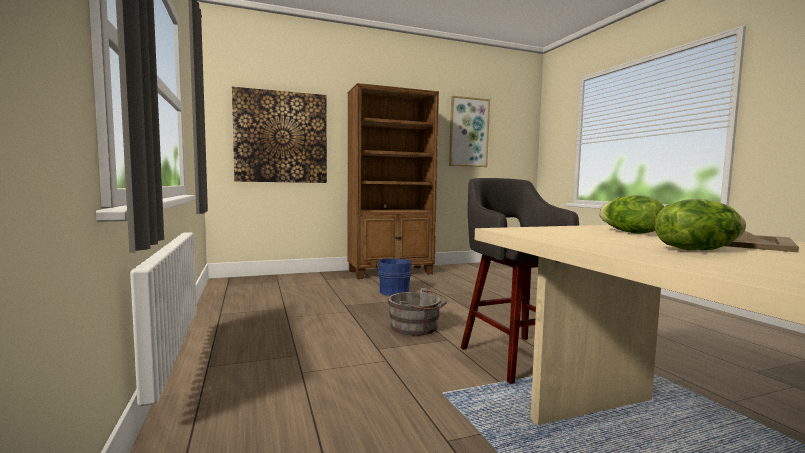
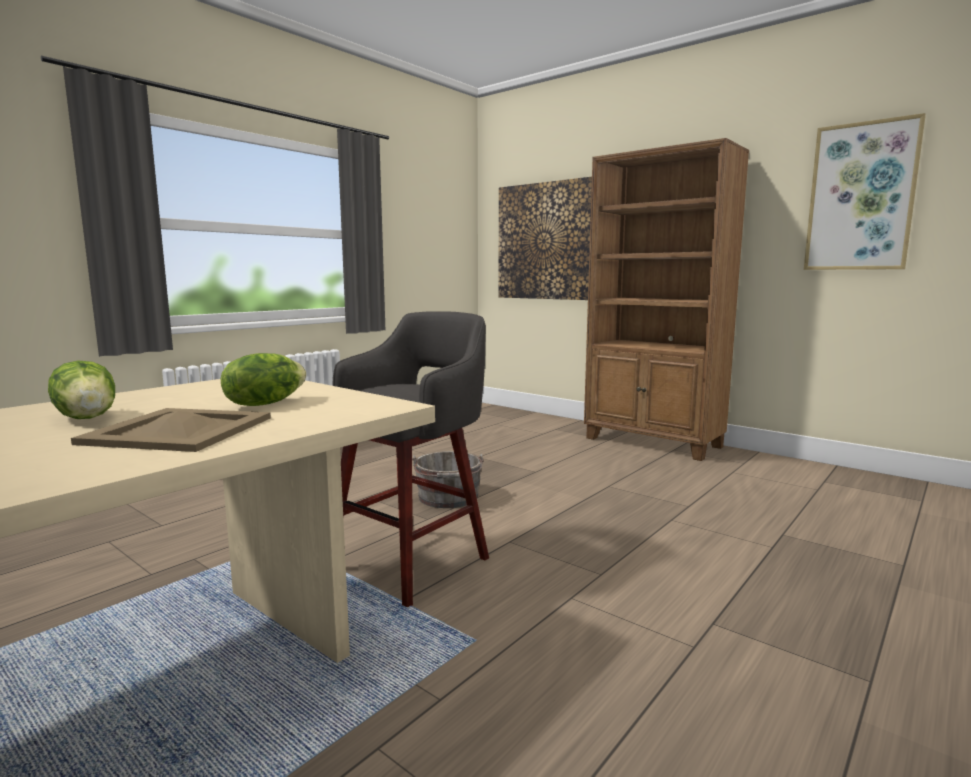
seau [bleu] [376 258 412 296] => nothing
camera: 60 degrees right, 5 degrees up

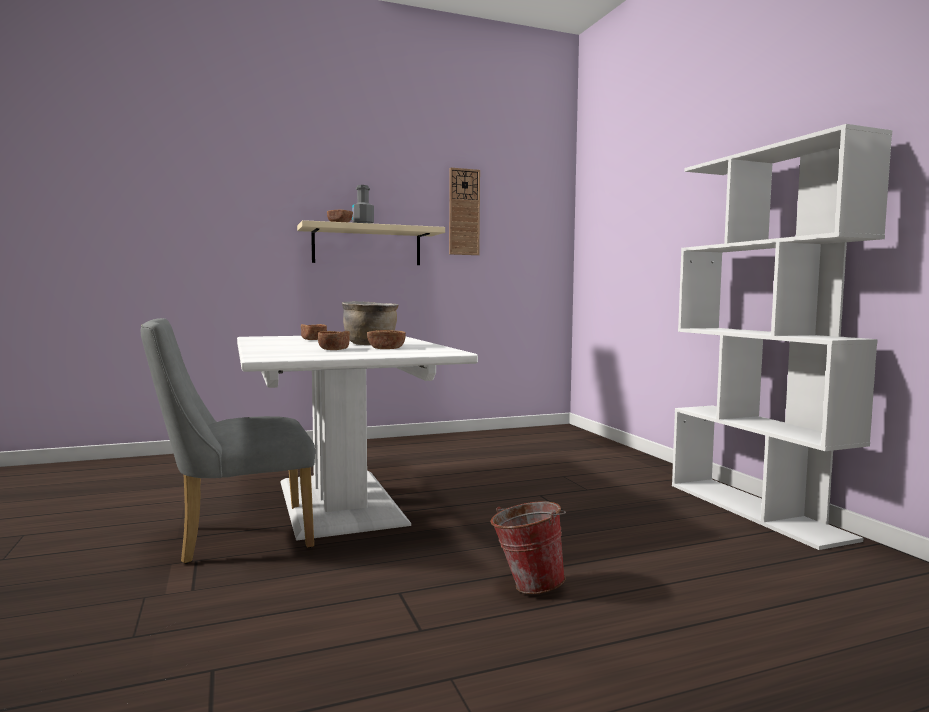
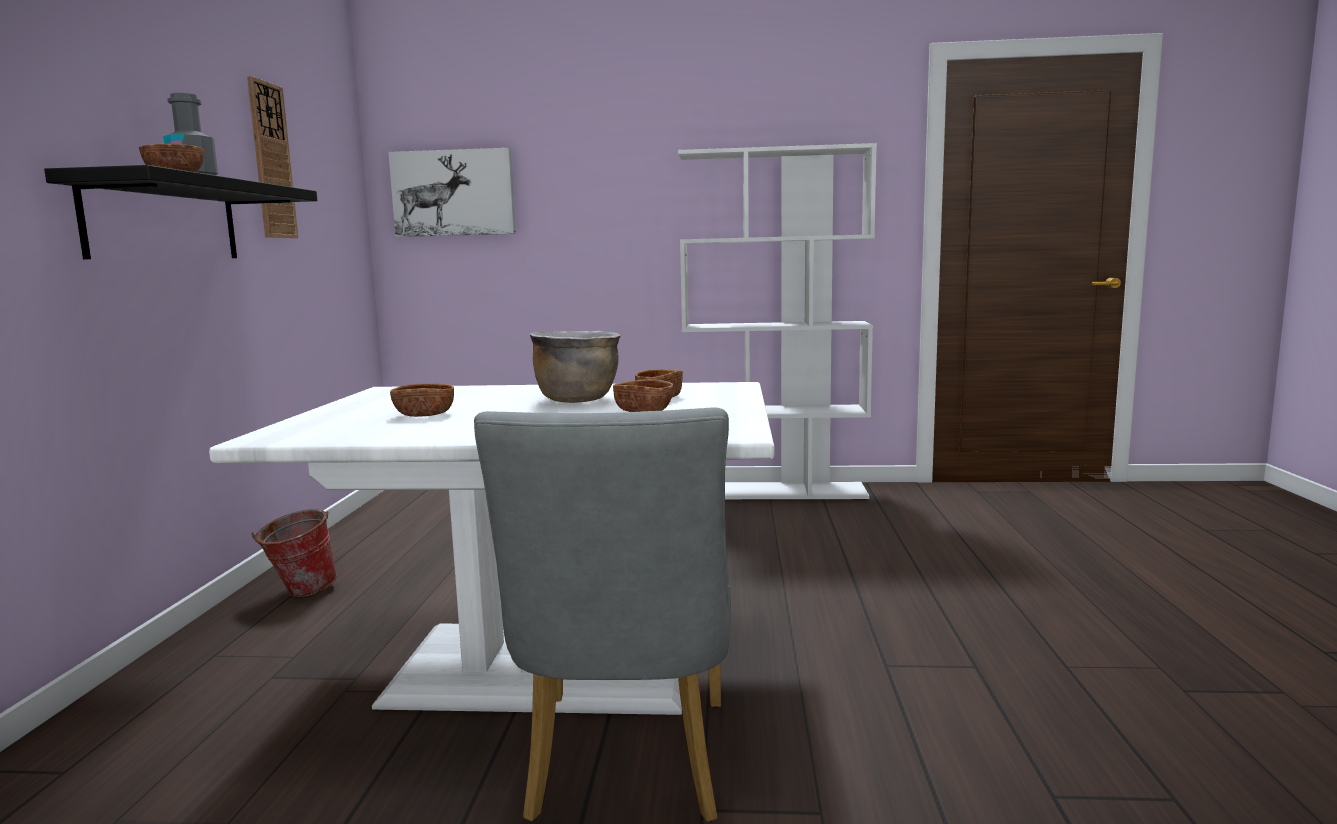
étagère [beige] [297 220 445 265] => étagère [noir] [44 165 317 259]
seau [490 501 566 594] => seau [251 509 337 597], move
nothing => tableau [388 148 516 237]
camera: 65 degrees left, 5 degrees up

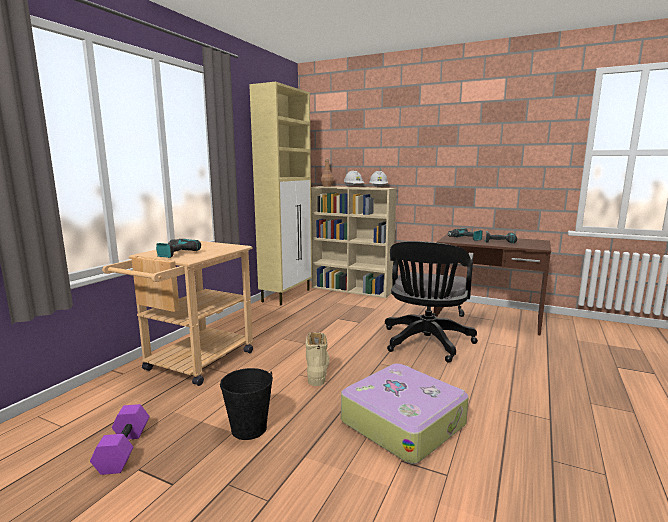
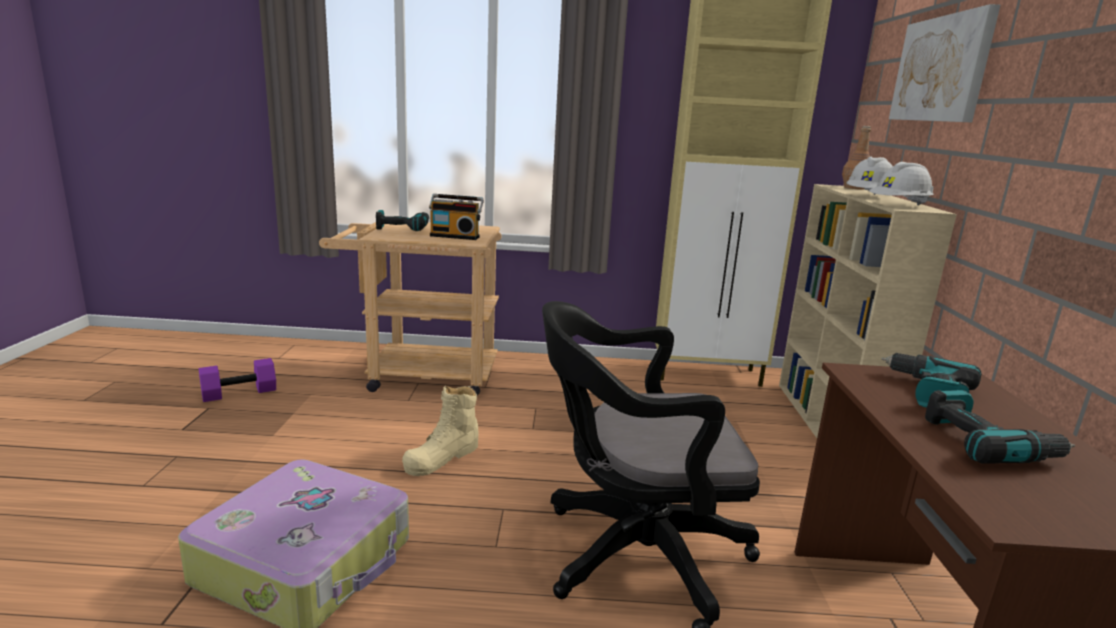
botte [beige] [305 332 329 386] => botte [beige] [402 386 479 476], 150 degrees clockwise
seau [noir] [220 368 273 440] => nothing
nothing => tableau [889 4 1000 122]
nothing => radio [429 194 484 240]
camera: 65 degrees right, 5 degrees up

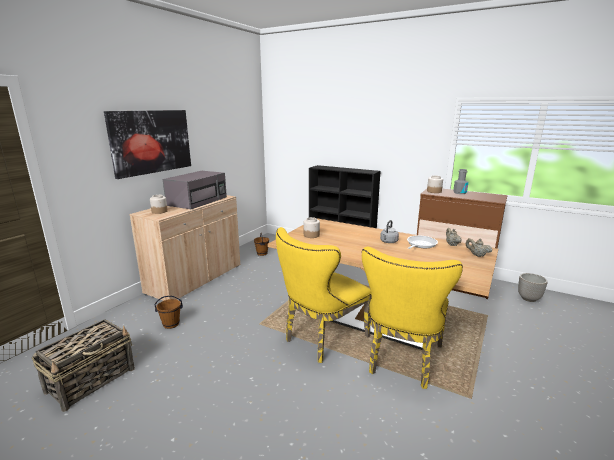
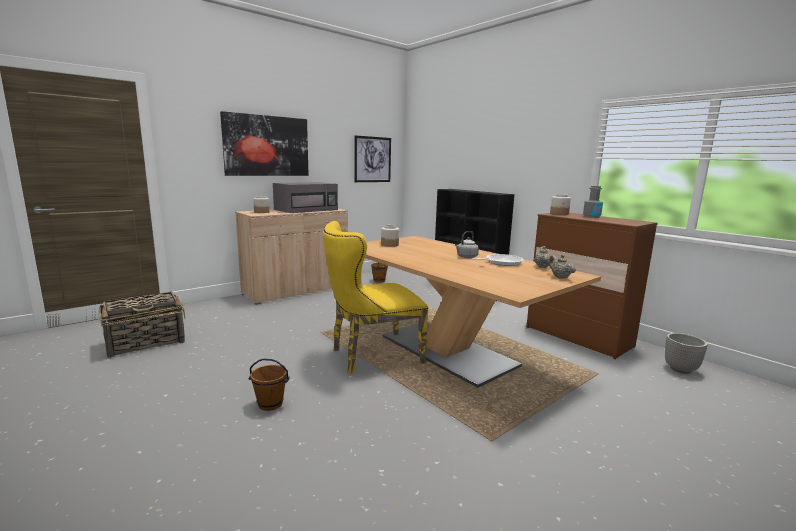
chaise [jaune] [362 247 463 389] => nothing
seau [marron] [154 296 183 329] => seau [marron] [248 359 290 411], move
nothing => tableau [354 135 391 182]
camera: 20 degrees right, 5 degrees down

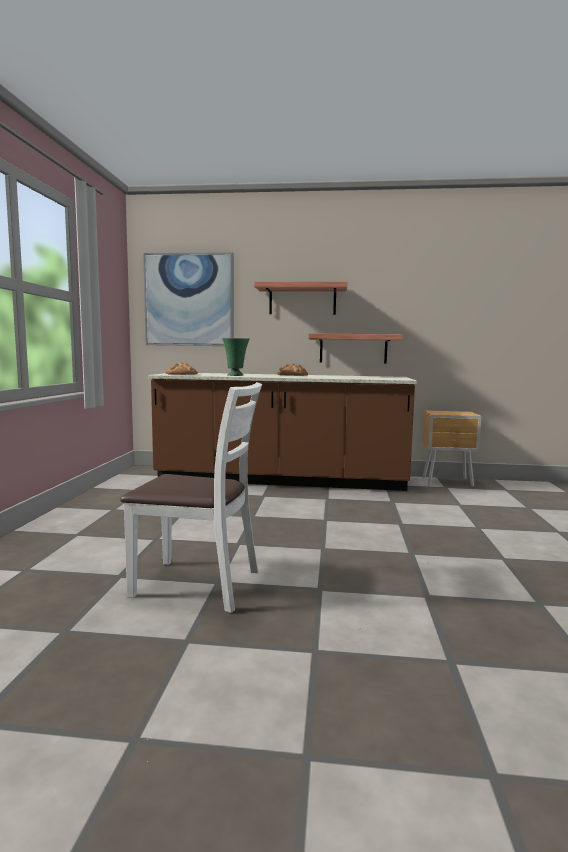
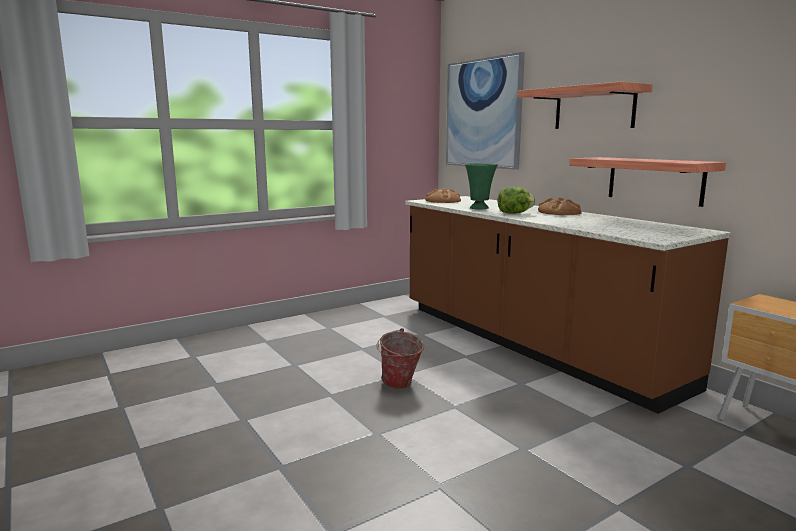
chaise [blanc] [120 382 262 613] => nothing
nothing => laitue [498 187 535 214]
nothing => seau [376 328 424 389]
camera: 50 degrees right, 5 degrees up

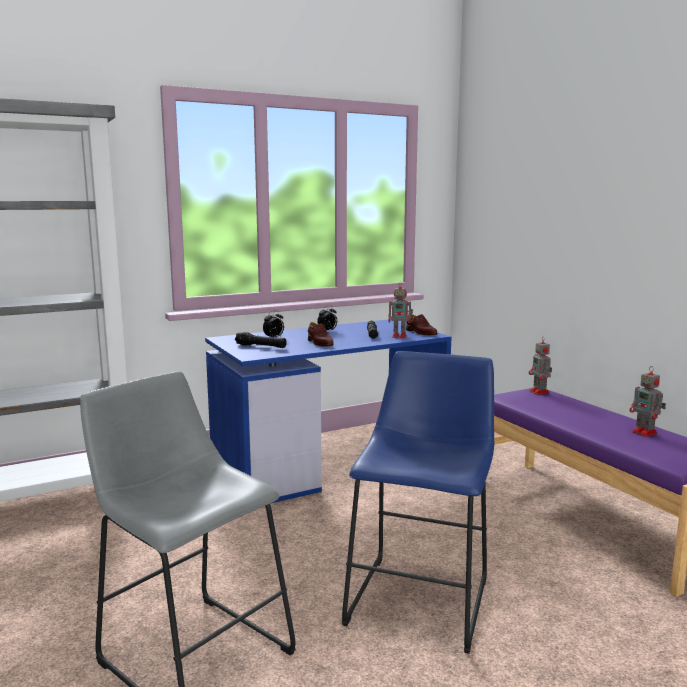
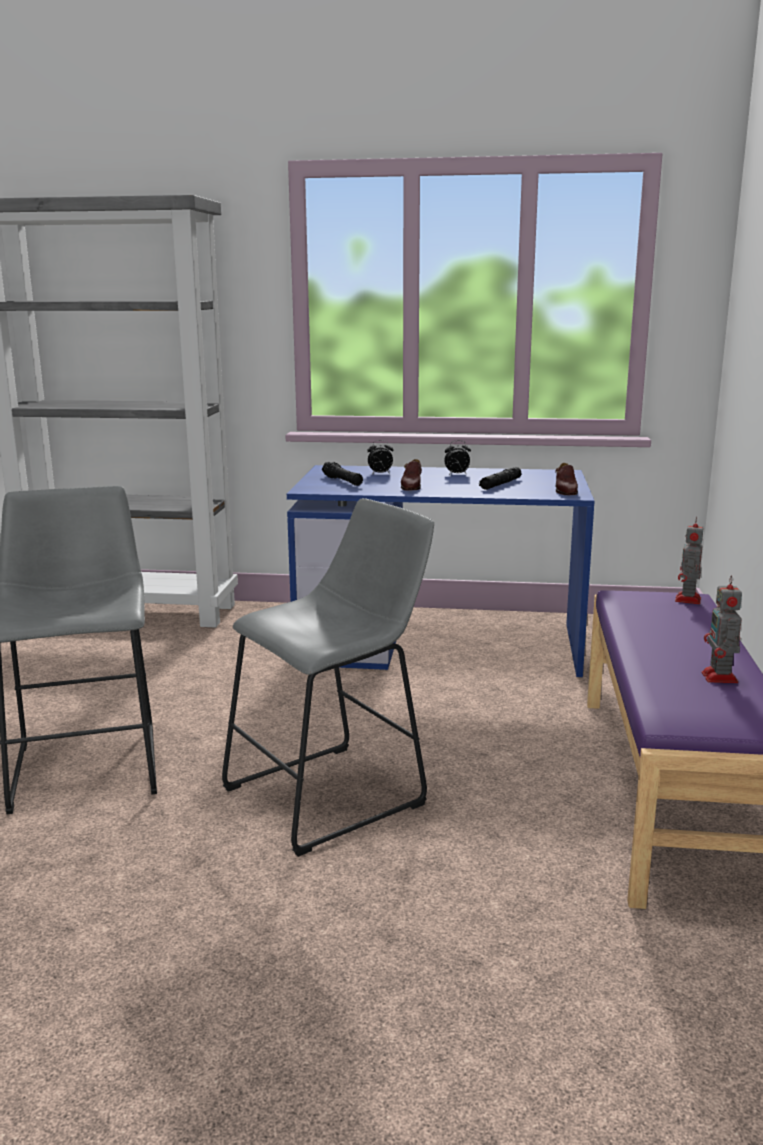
robot jouet [388 282 413 338] => nothing
tabouret [bleu] [342 351 494 654] => tabouret [gris] [222 498 434 857]
camera: 35 degrees right, 5 degrees up

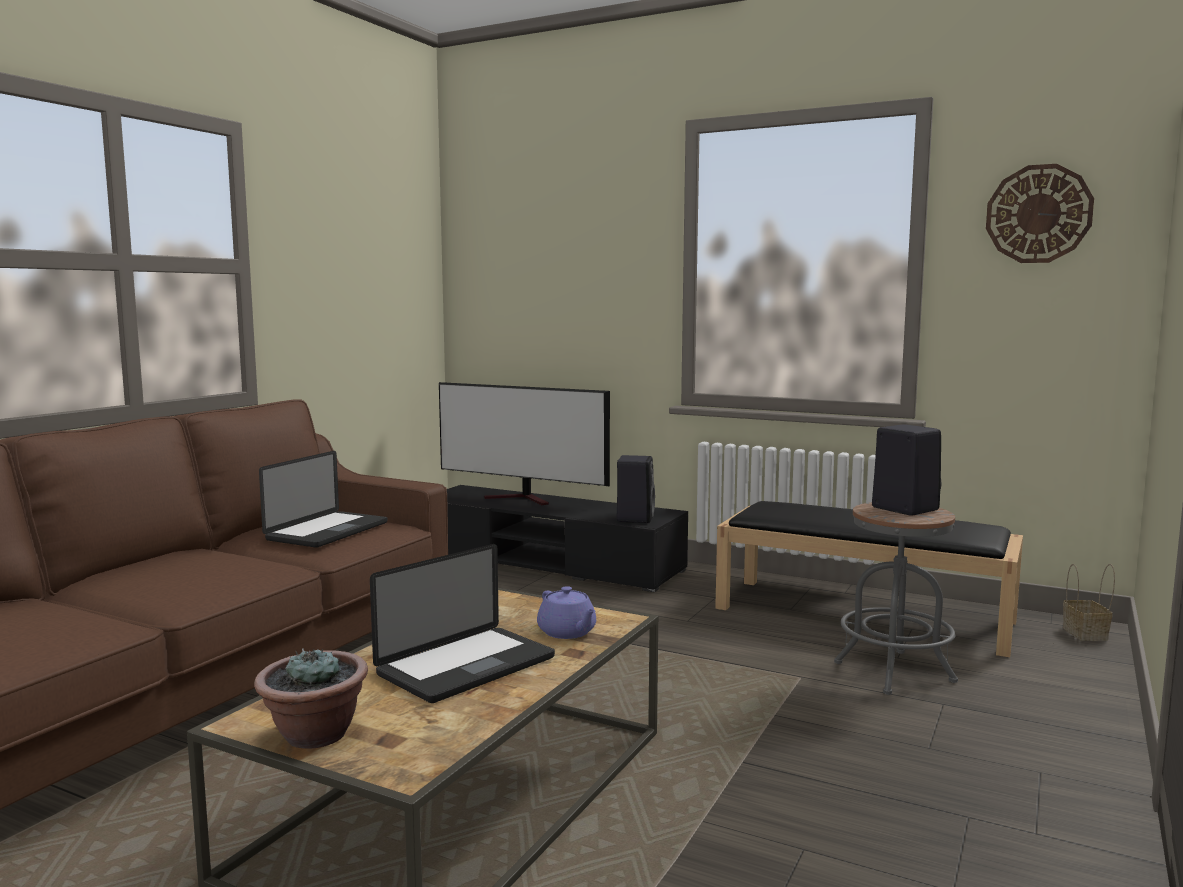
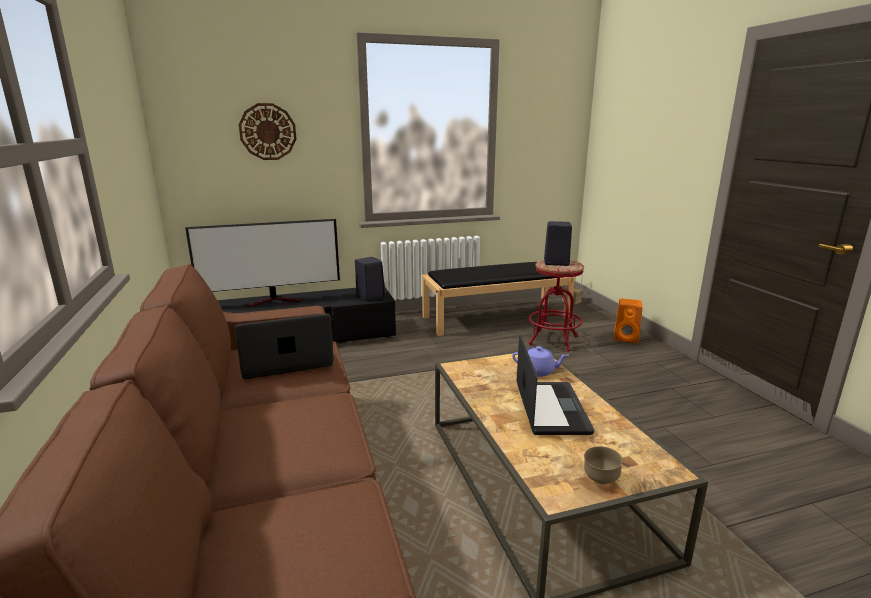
horloge murale [986 164 1094 263] => horloge murale [239 103 297 160], move
ordinateur portable [259 451 387 548] => ordinateur portable [235 314 334 379], 90 degrees counterclockwise
tabouret [gris] [834 502 958 695] => tabouret [rouge] [529 260 584 351]
plante en pot [254 649 368 748] => bol [marron] [584 446 623 484]
nothing => enceinte [orange] [614 298 642 343]
camera: 45 degrees left, 10 degrees up

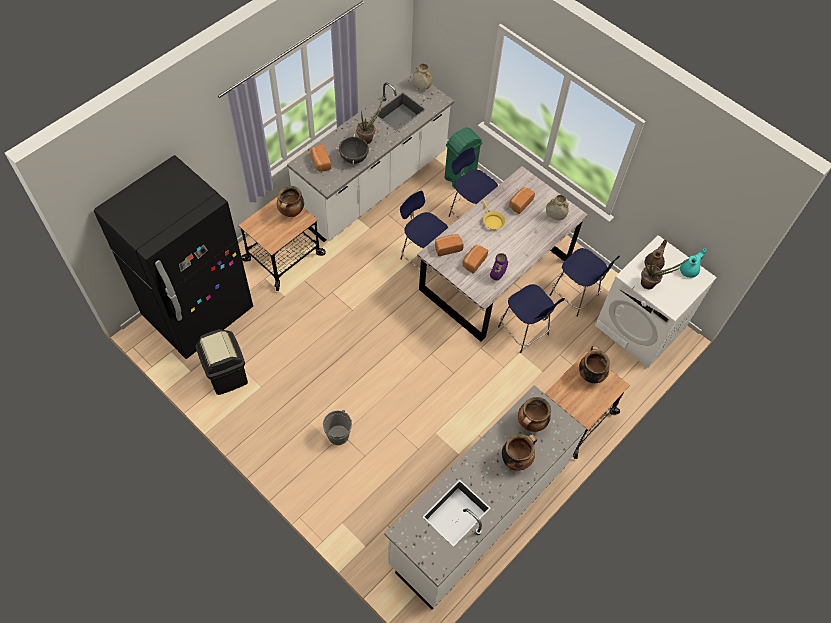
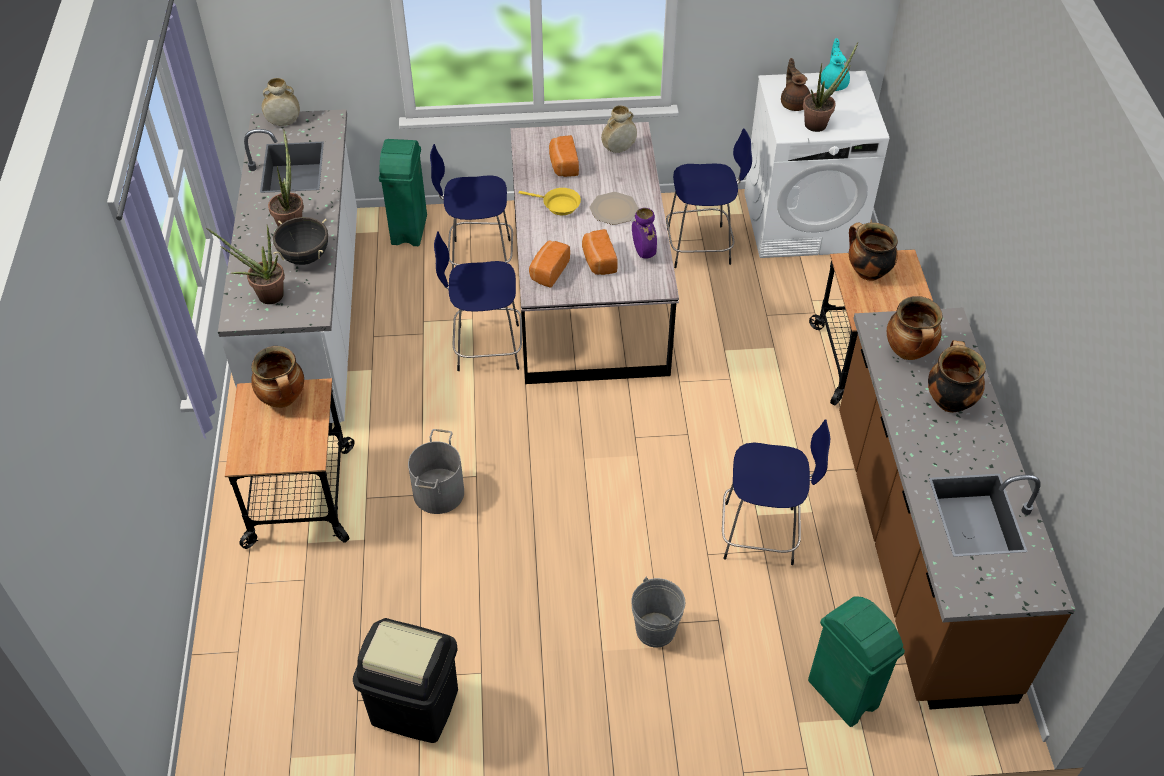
pain [310 144 331 172] => plante en pot [206 225 285 304]
réfrigérateur [noir] [94 155 253 359] => nothing
tabouret [bleu] [498 284 565 353] => tabouret [bleu] [722 419 830 565], move
comptoir de cuisine [blanc] [384 385 586 609] => comptoir de cuisine [marron] [839 308 1076 709]
nothing => assiette [590 192 639 225]
nothing => seau [gris] [408 429 464 514]
nothing => poubelle [vert] [808 596 905 727]
camera: 45 degrees left, 10 degrees down

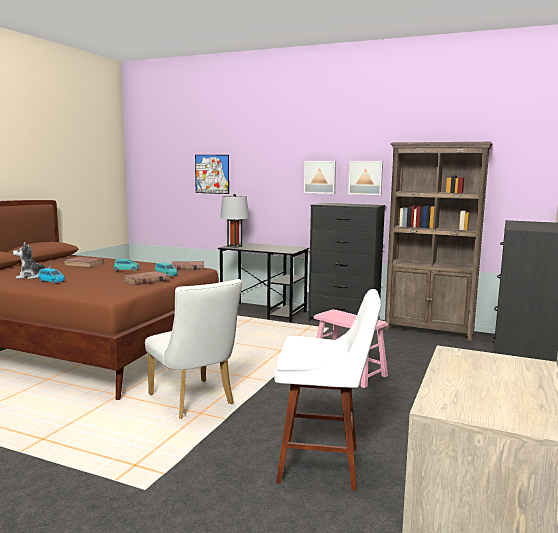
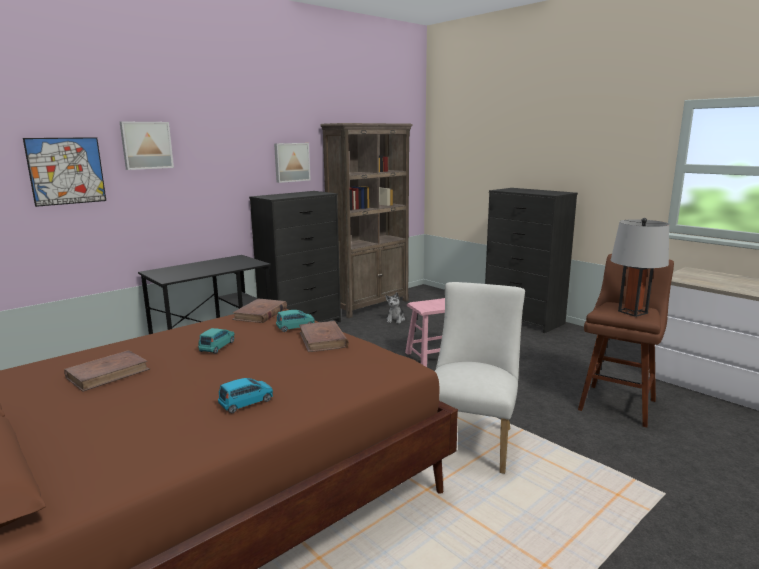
tableau [304 161 336 194] => tableau [120 122 174 170], move
lampe de table [gris] [220 194 249 248] => lampe de table [gris] [611 218 669 317], move
peluche [13 242 51 279] => peluche [385 292 405 324], move
chaise [blanc] [145 279 242 419] => chaise [blanc] [435 282 525 474], 60 degrees counterclockwise
tabouret [blanc] [274 289 381 491] => tabouret [marron] [578 254 674 428]
camera: 65 degrees left, 5 degrees up

